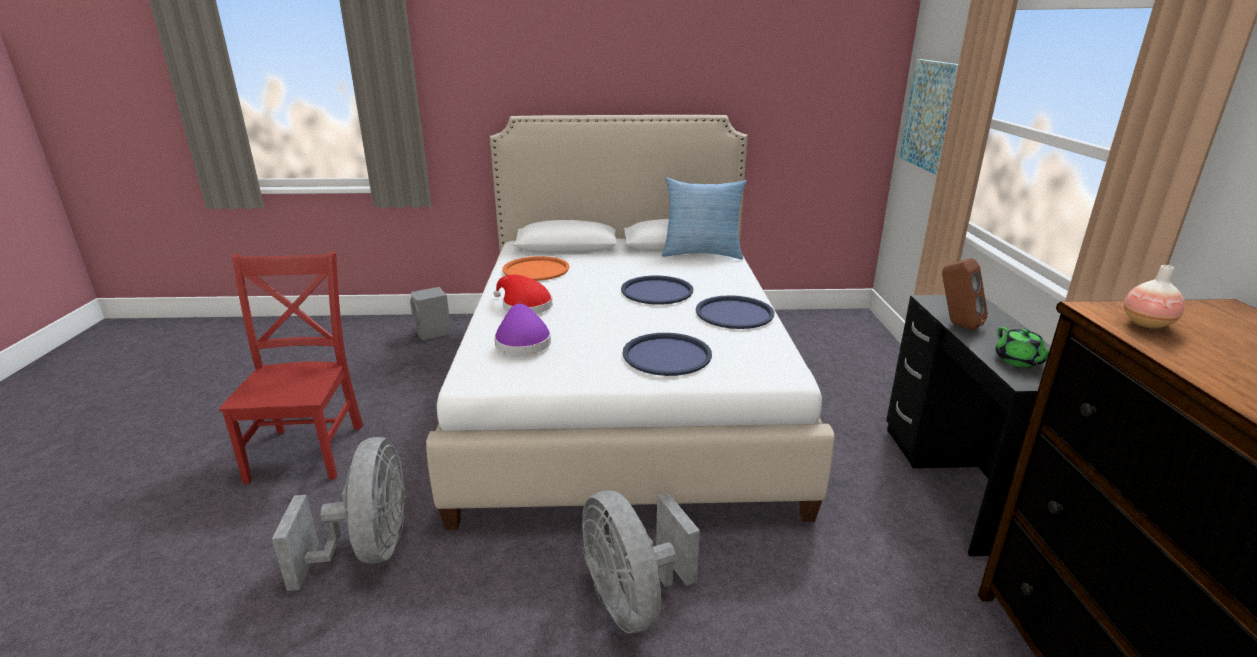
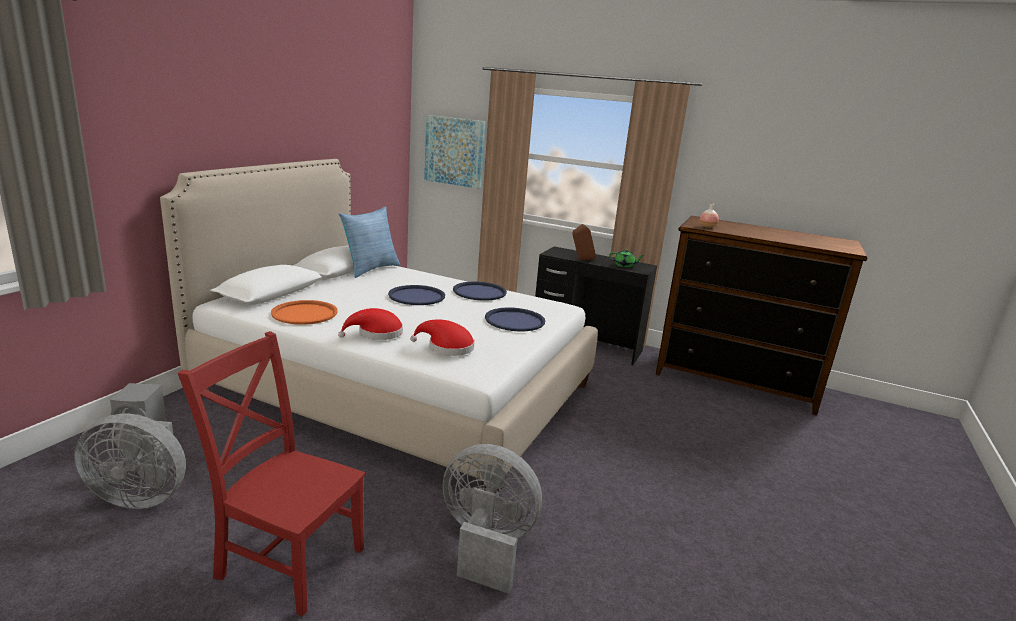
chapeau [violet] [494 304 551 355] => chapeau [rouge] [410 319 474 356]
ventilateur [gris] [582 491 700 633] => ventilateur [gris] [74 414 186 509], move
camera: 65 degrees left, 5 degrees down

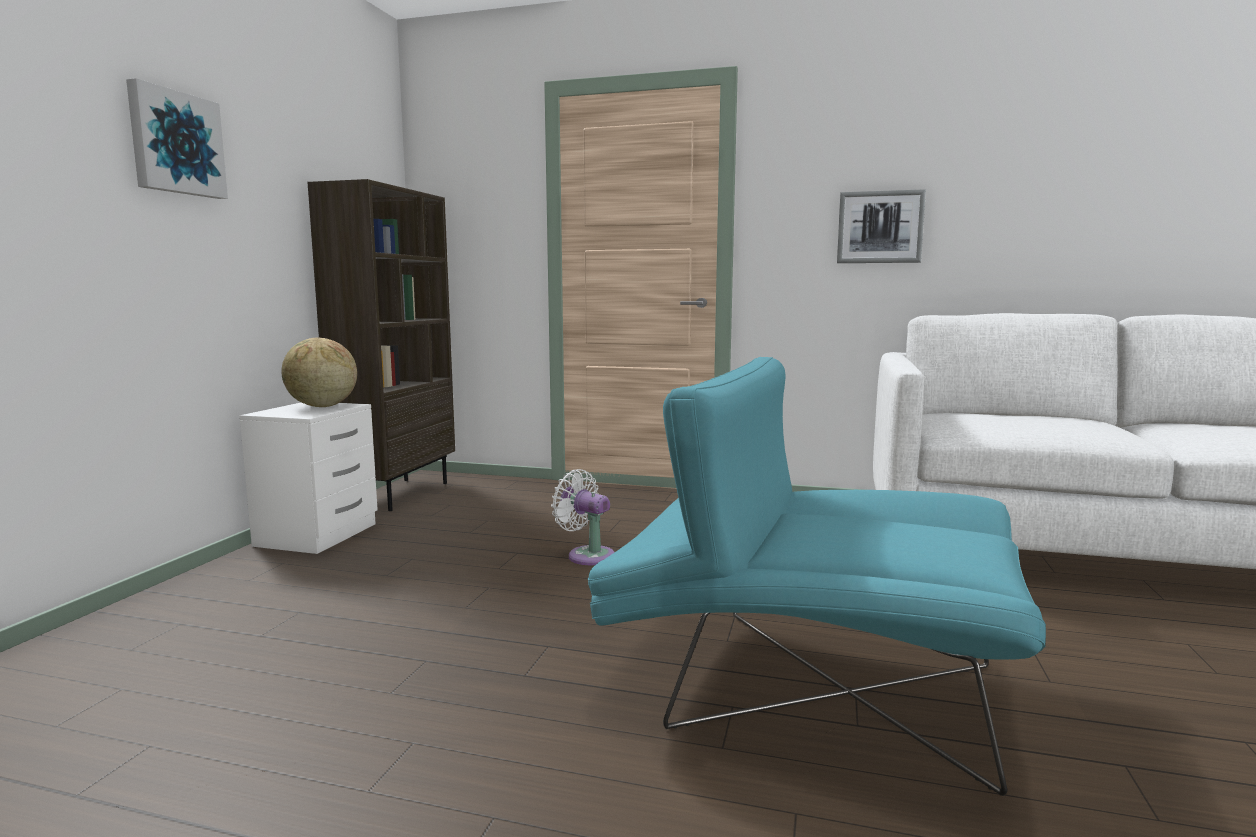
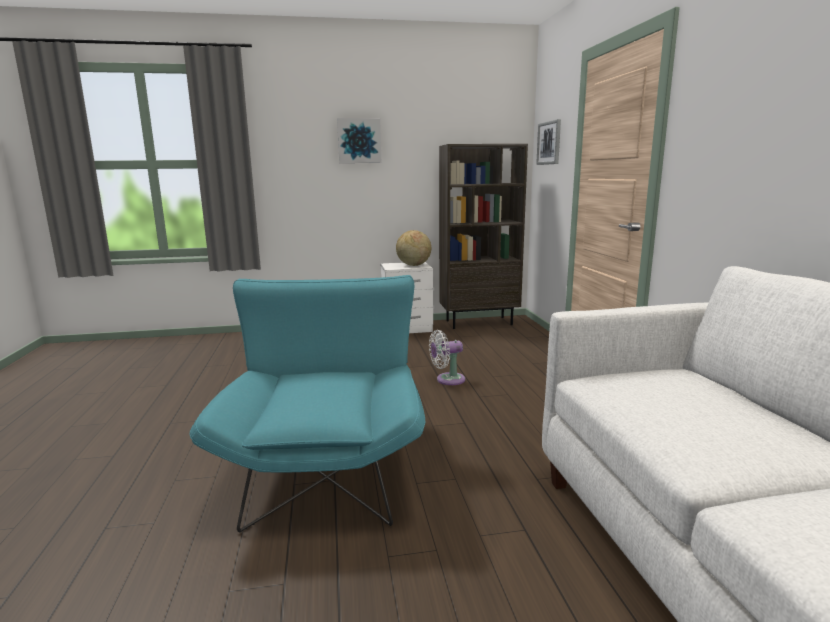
tableau [837 189 926 263] => tableau [536 119 561 165], move
ventilateur [blanc] [551 469 615 565] => ventilateur [blanc] [429 330 465 385], 120 degrees counterclockwise
camera: 65 degrees right, 5 degrees up

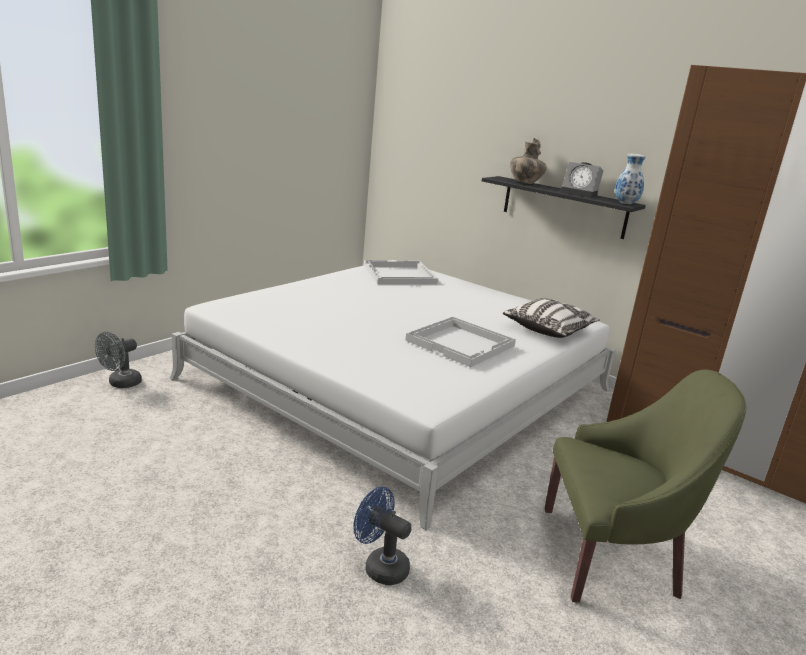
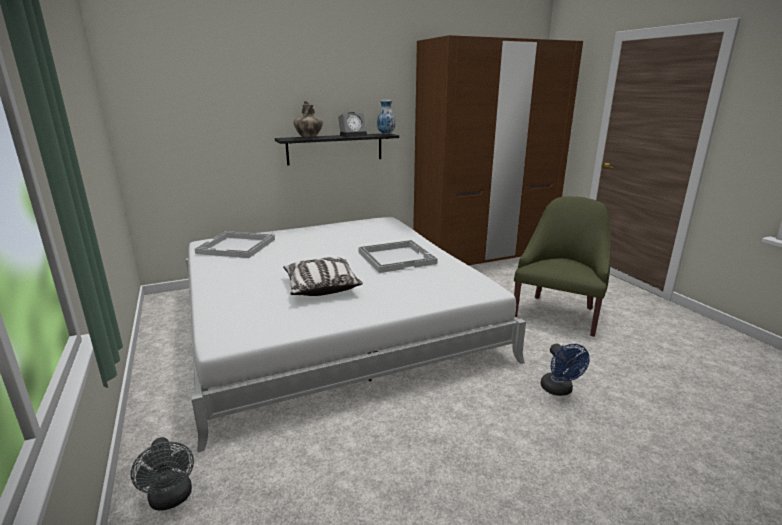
coussin [503 298 600 338] => coussin [283 257 363 296], move
ventilateur [bleu] [354 487 412 585] => ventilateur [bleu] [541 343 590 396], 75 degrees counterclockwise
camera: 60 degrees left, 0 degrees up

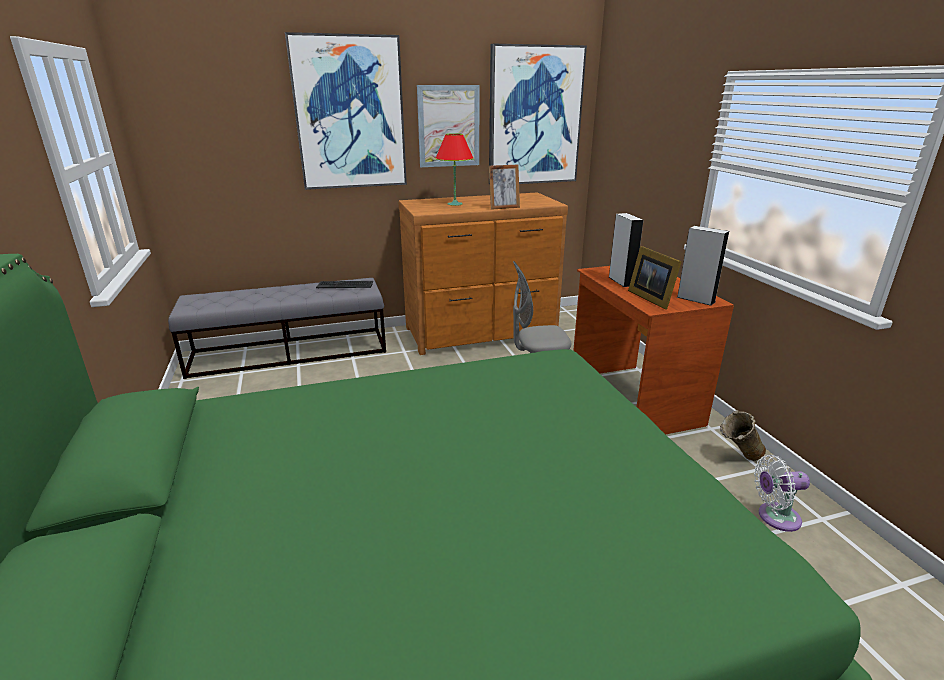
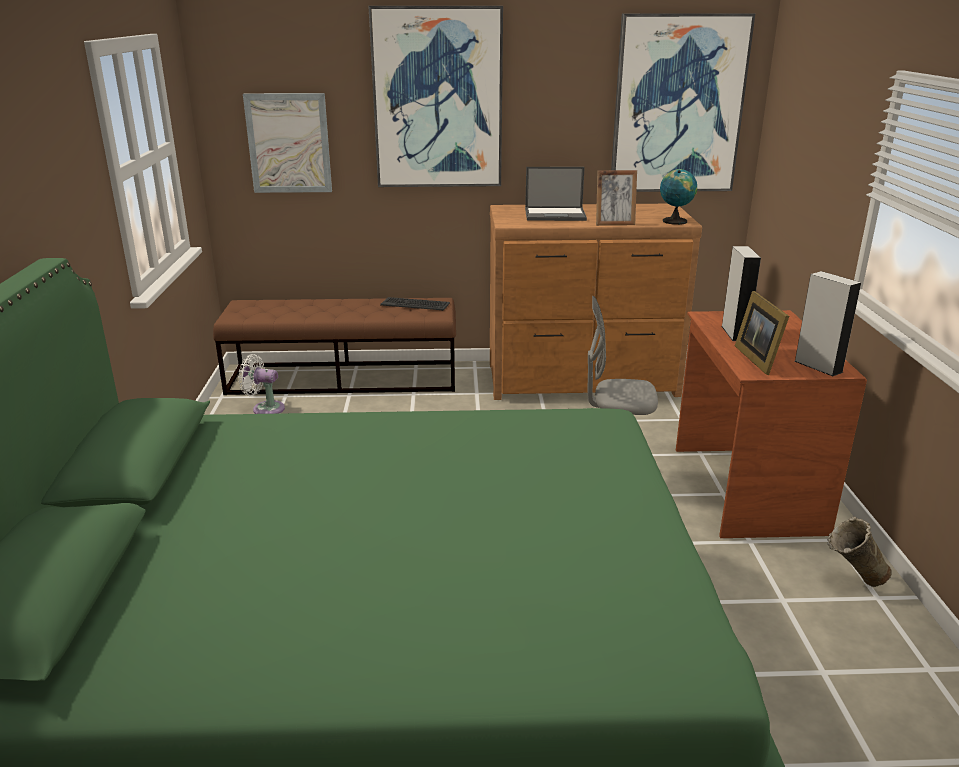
tableau [417 85 480 167] => tableau [243 93 332 193], move
lampe de table [rouge] [435 133 474 206] => ordinateur portable [525 167 587 221]
banc [gris] [168 278 386 379] => banc [marron] [213 298 456 395]
ventilateur [blanc] [754 455 810 532] => ventilateur [blanc] [238 354 285 414], move
nothing => globe [660 169 697 225]
camera: 15 degrees right, 0 degrees up

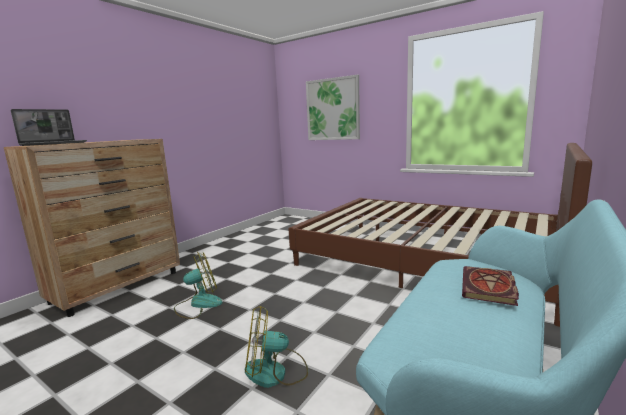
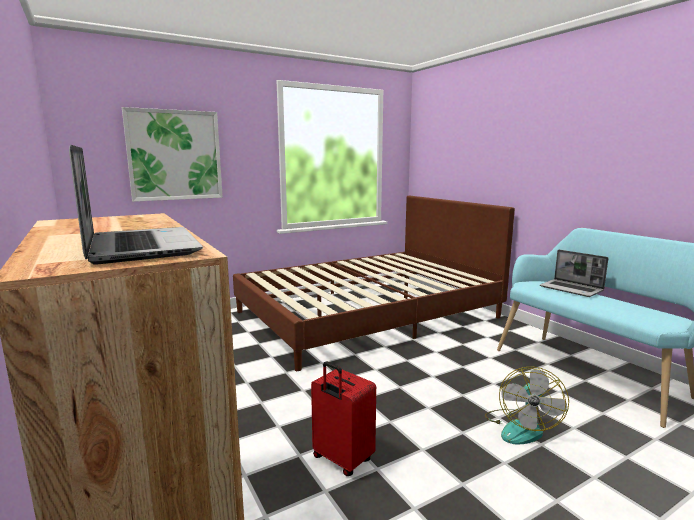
ventilateur [174 252 222 319] => valise [rouge] [311 362 376 476]
livre [462 266 519 306] => ordinateur portable [540 250 608 297]
camera: 65 degrees left, 0 degrees up

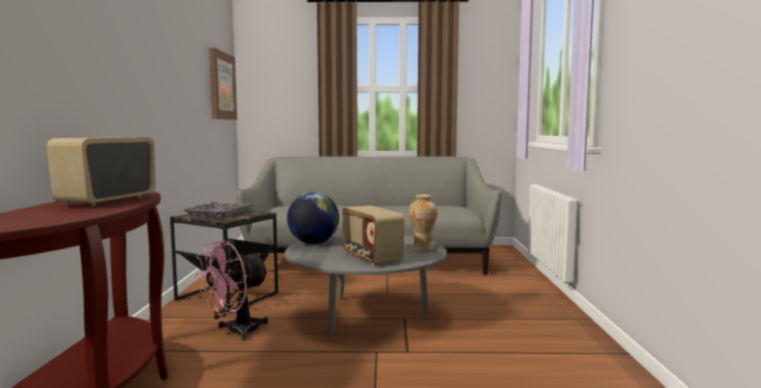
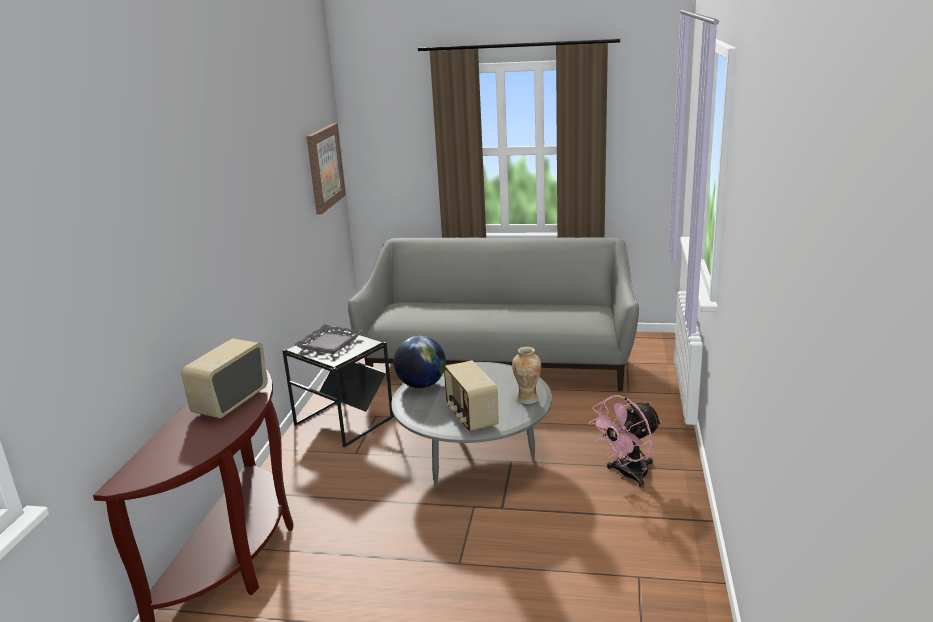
ventilateur [rose] [195 240 269 340] => ventilateur [rose] [589 395 662 488], move
camera: 10 degrees right, 15 degrees up

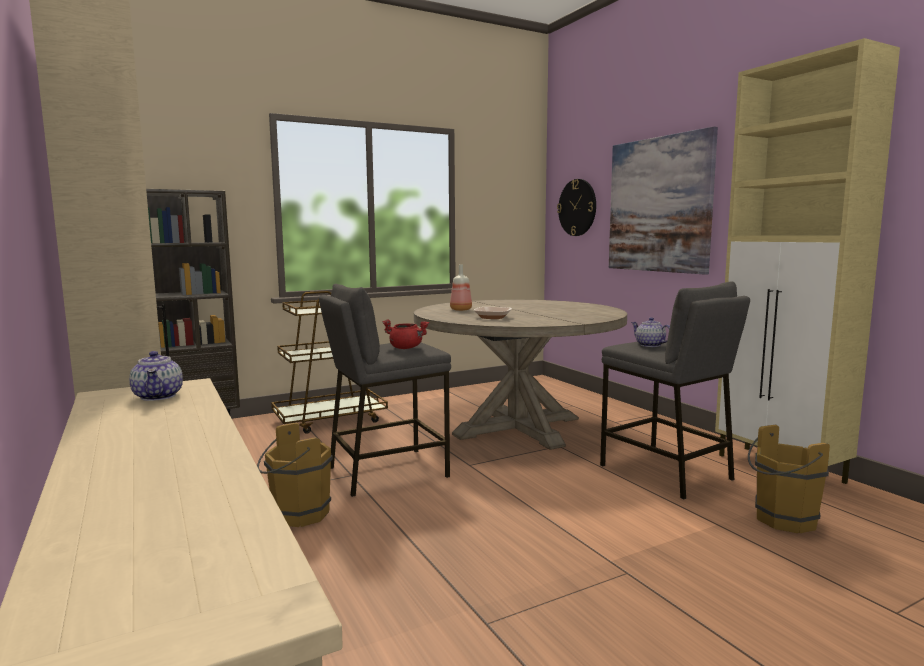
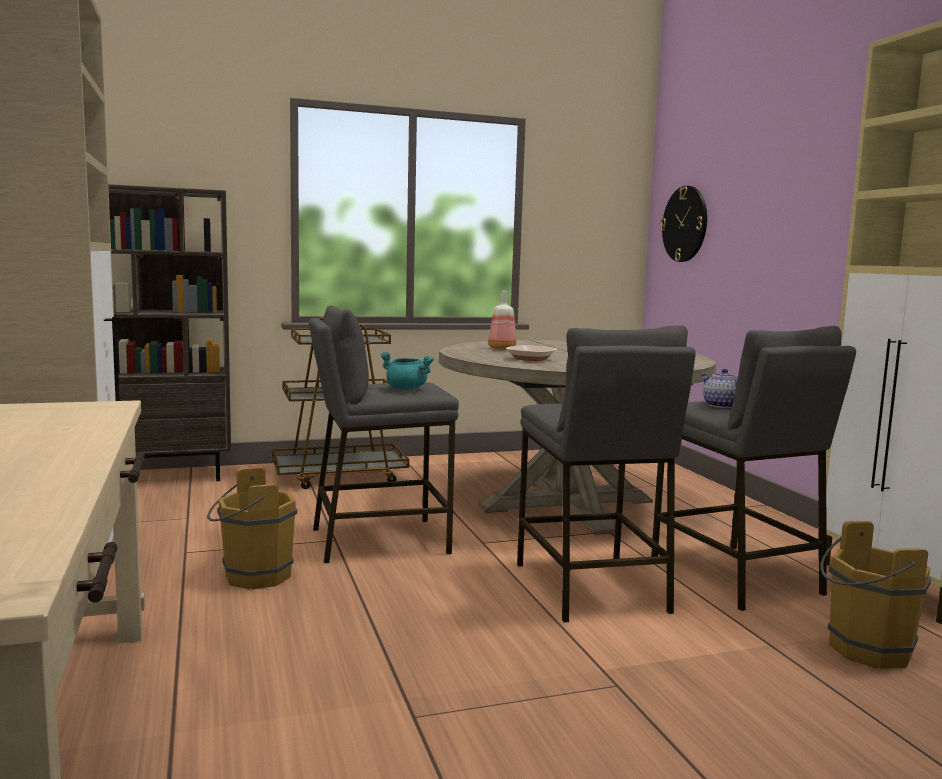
tableau [609 126 718 275] => nothing
marmite [rouge] [382 319 429 349] => marmite [turquoise] [380 352 434 390]
théière [129 351 183 401] => nothing
nothing => tabouret [gris] [517 325 696 622]
camera: 10 degrees right, 0 degrees up

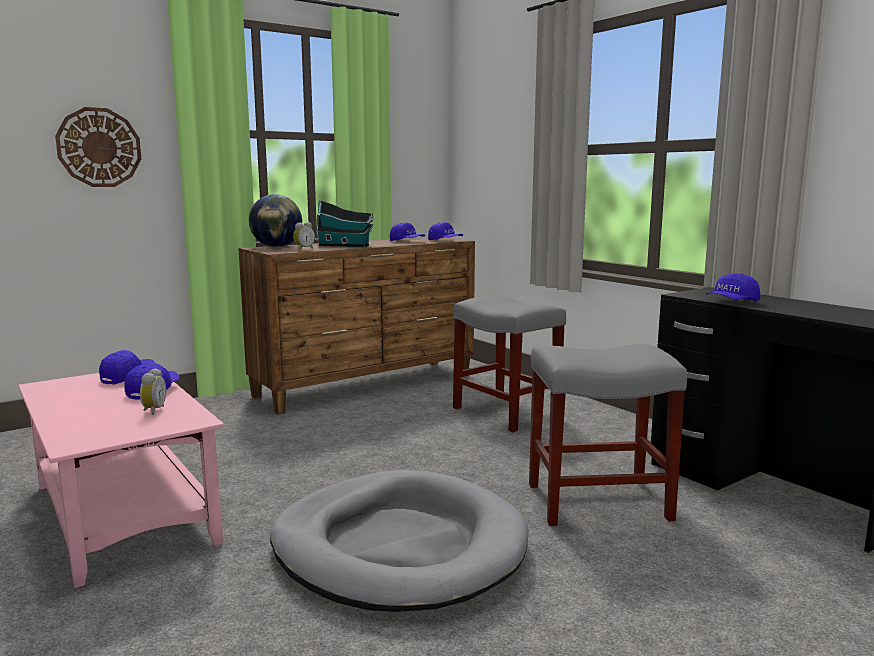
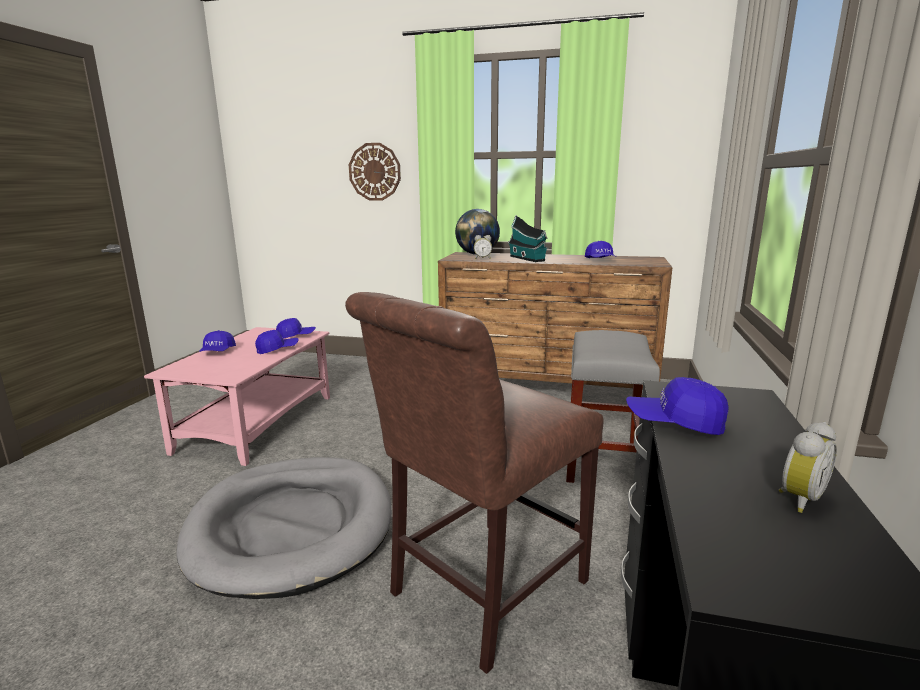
casquette [bleu] [428 222 463 241] => casquette [bleu] [199 330 236 352], move
tabouret [gris] [529 344 687 526] => chaise [marron] [345 292 604 674]
réveil [140 368 166 415] => réveil [779 422 837 513], move
camera: 50 degrees right, 5 degrees up

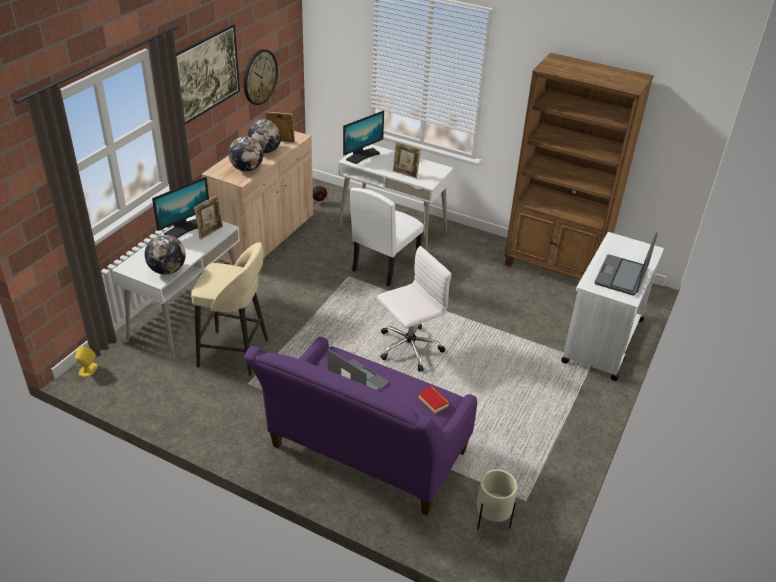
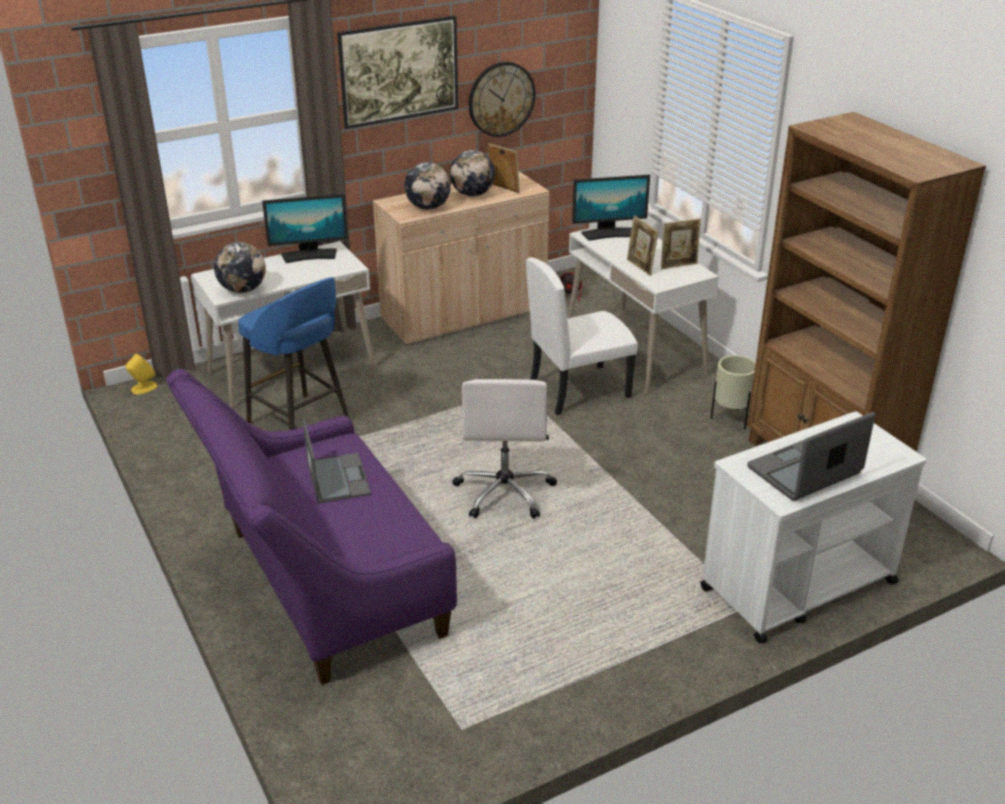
cadre photo [194 195 223 240] => cadre photo [661 218 701 269], move
tabouret [beige] [191 242 269 376] => tabouret [bleu] [238 277 350 430]
chaise de bureau [blanc] [377 246 451 372] => chaise de bureau [blanc] [452 379 557 519], 90 degrees clockwise
livre [418 386 450 414] => nothing
cache-pot [beige] [477 469 518 529] => cache-pot [beige] [711 355 756 429], move
camera: 35 degrees right, 5 degrees down

